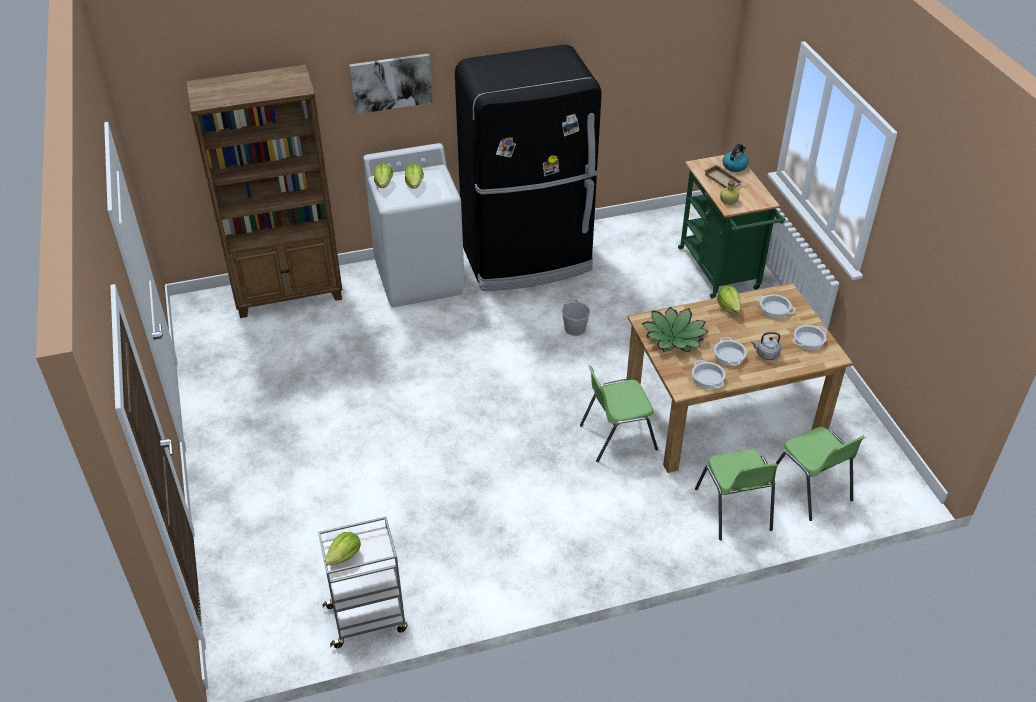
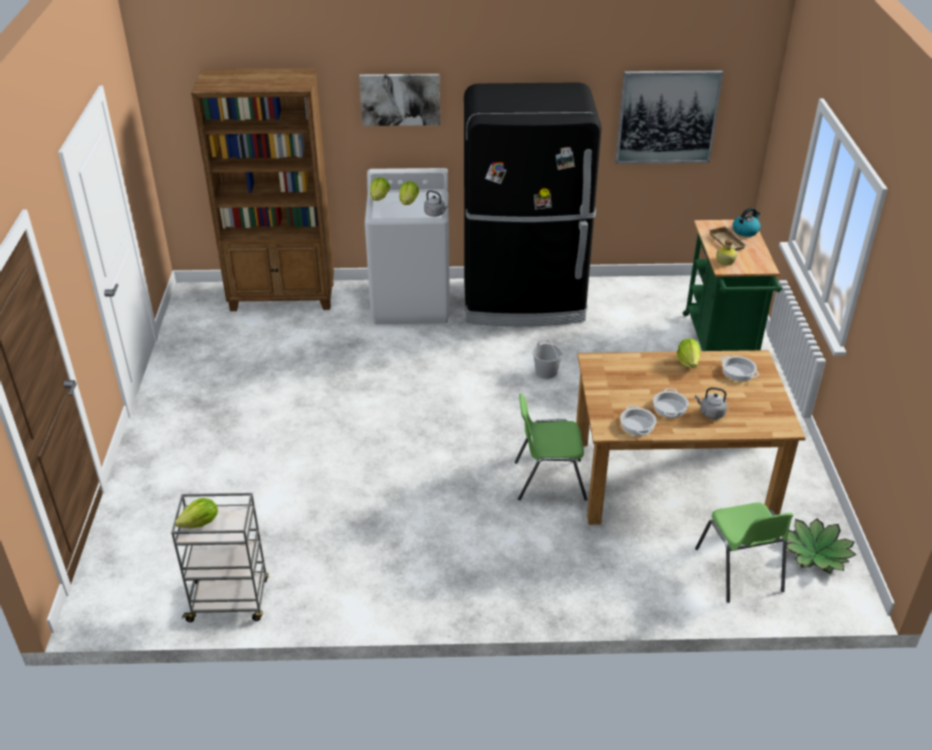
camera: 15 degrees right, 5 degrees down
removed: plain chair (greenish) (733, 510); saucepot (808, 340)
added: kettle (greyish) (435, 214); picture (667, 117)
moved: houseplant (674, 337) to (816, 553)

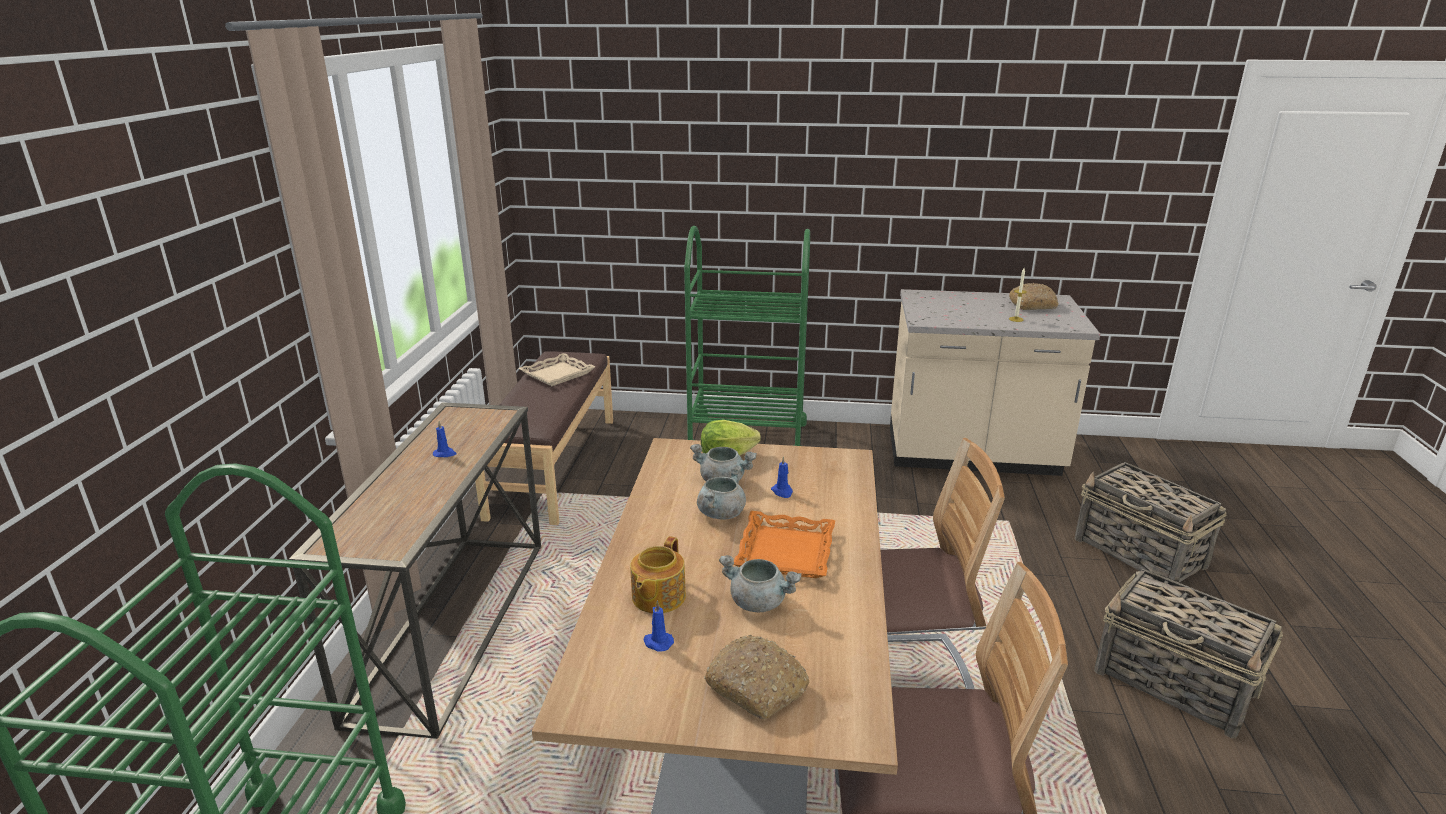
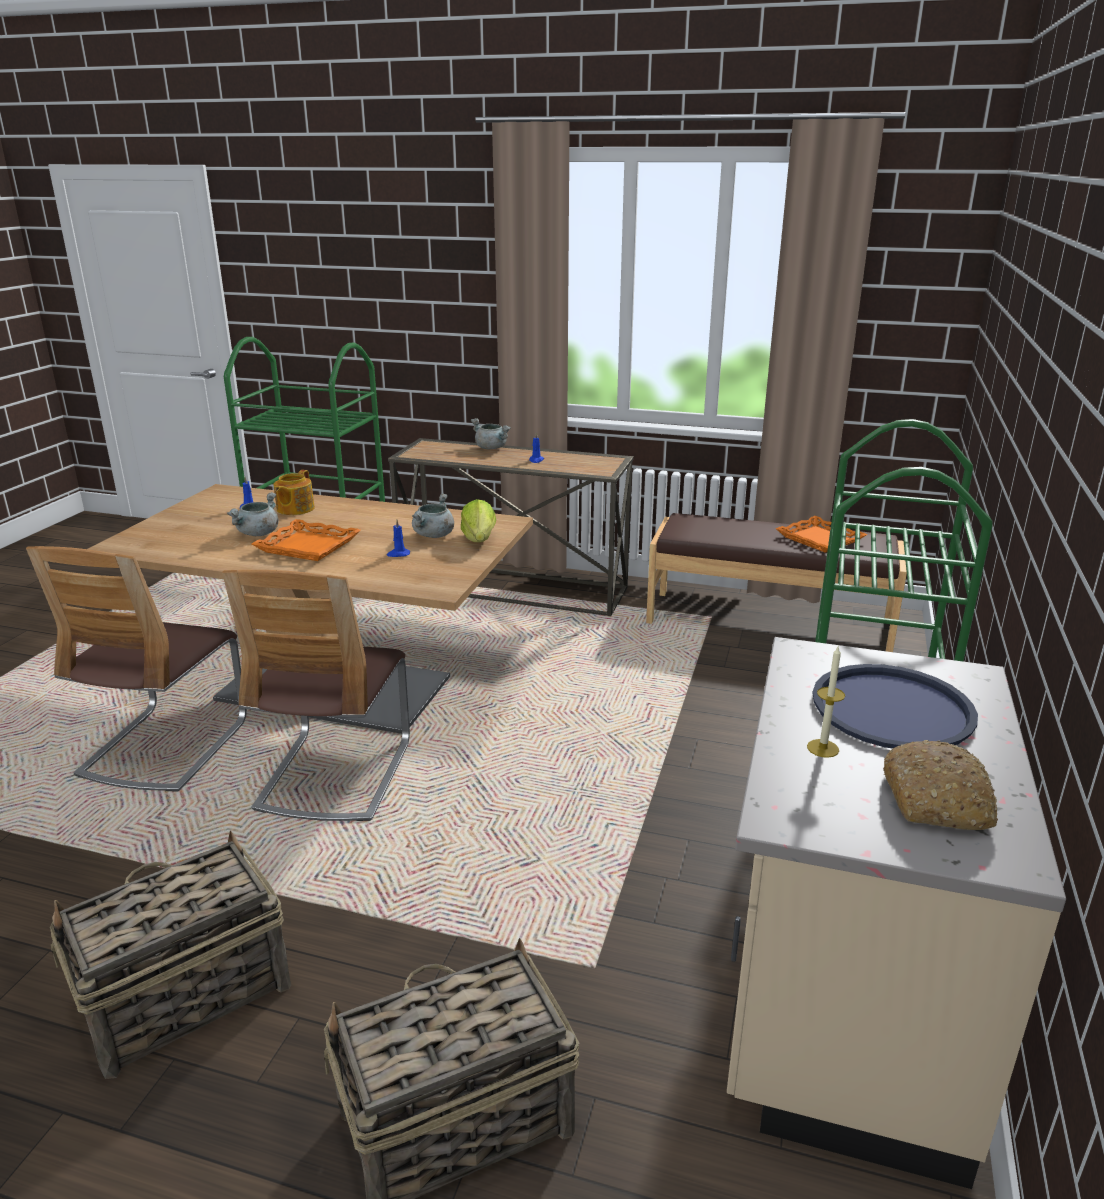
camera: 100 degrees right, 0 degrees up
removed: baked bread (758, 686)
added: carrying tray (blue) (892, 709)
moved: saucepot (greyish) (721, 513) to (492, 448)
recoloured: carrying tray (beige-coloured) (557, 374) to carrying tray (orange) (820, 539)
turned: tea pot (657, 597) = (294, 509) 105 degrees counterclockwise

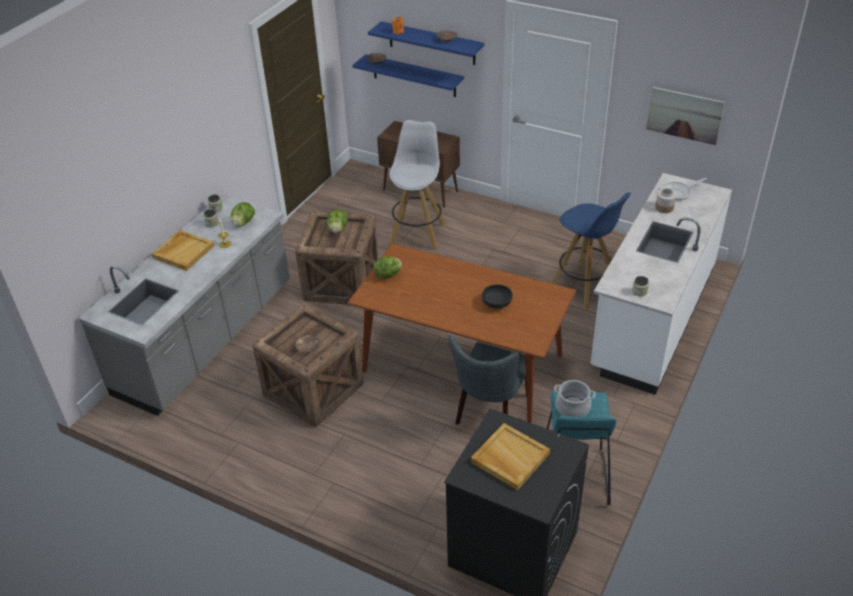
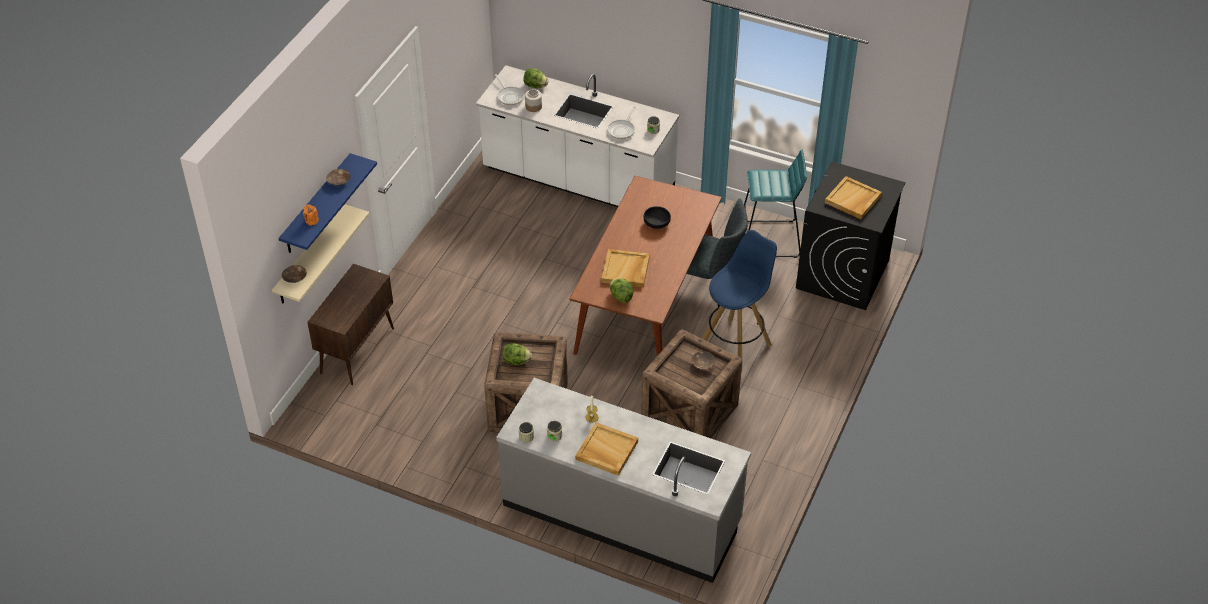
camera: 95 degrees left, 5 degrees up
removed: sitting stool (whitish) (417, 233); saucepot (572, 408); picture (684, 115)
added: carrying tray (beige-coloured) (626, 270); pan (622, 130)
moved: lettuce (243, 223) to (535, 86); sitting stool (blue) (584, 287) to (736, 344)
recoloured: shelf (blue) (414, 76) to shelf (beige-coloured) (309, 256)

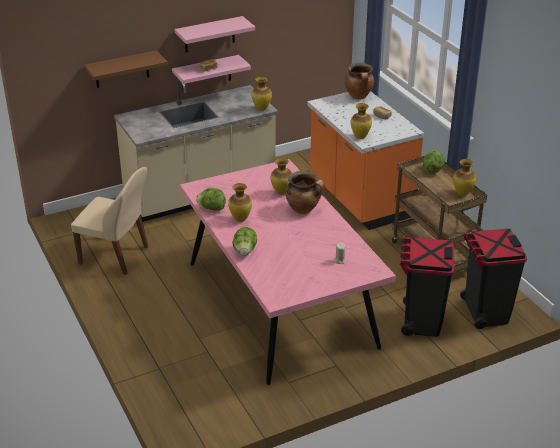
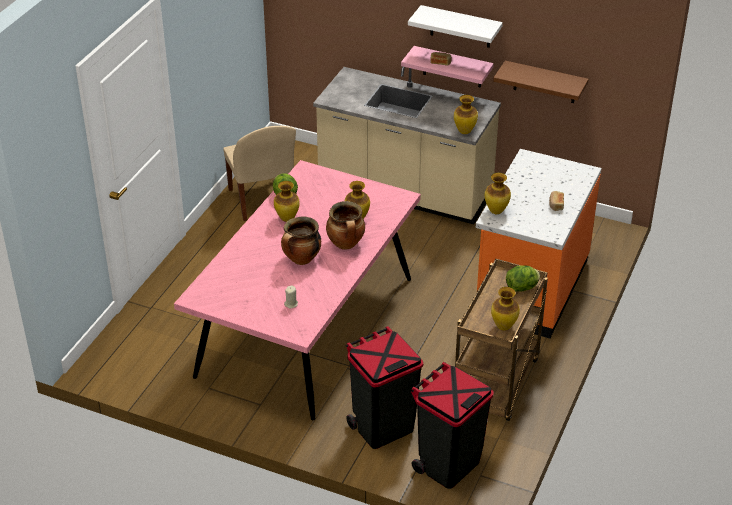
camera: 50 degrees right, 5 degrees up
removed: lettuce (245, 251)
moved: saucepot (359, 96) to (301, 260); shelf (brown) (122, 69) to (545, 82)
recoloured: shelf (pink) (209, 34) to shelf (whitish) (460, 27)

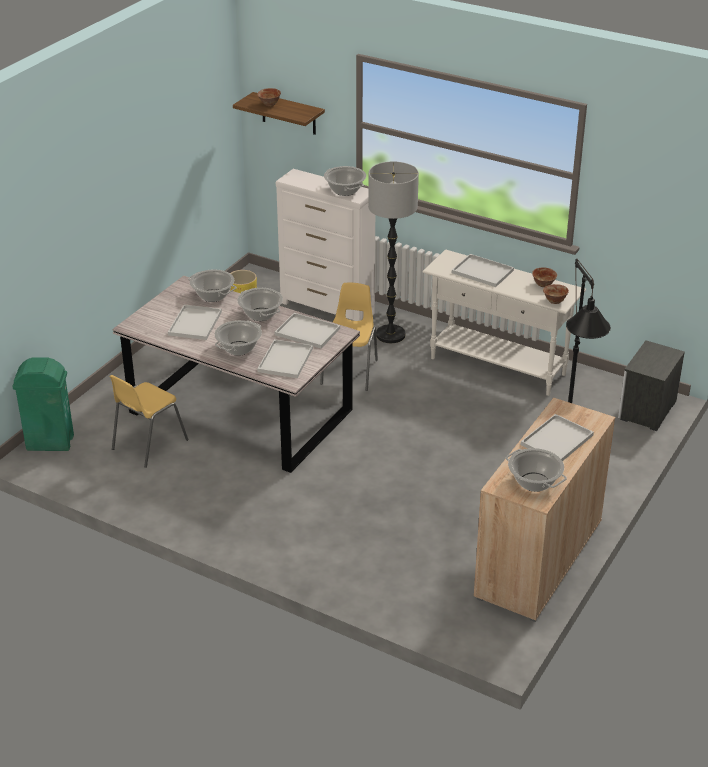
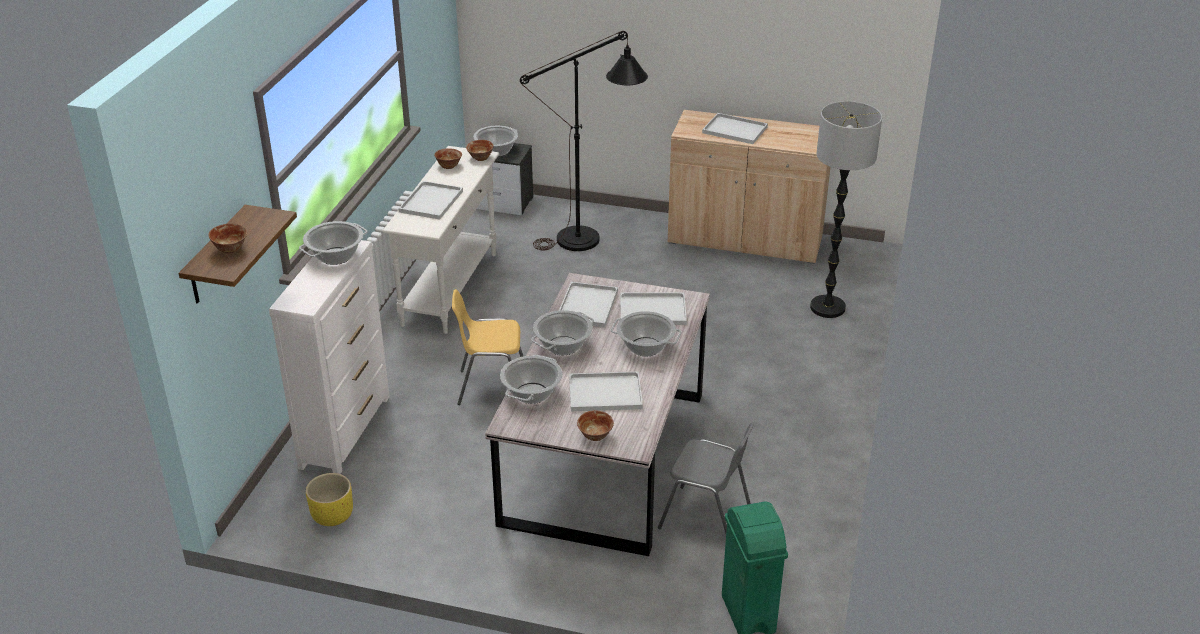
camera: 105 degrees left, 0 degrees up
added: deep dish (595, 436)
moved: saucepot (534, 482) to (496, 151); floor lamp (390, 335) to (827, 307)
recoloured: plain chair (yellowish) (148, 444) to plain chair (greyish) (706, 518)

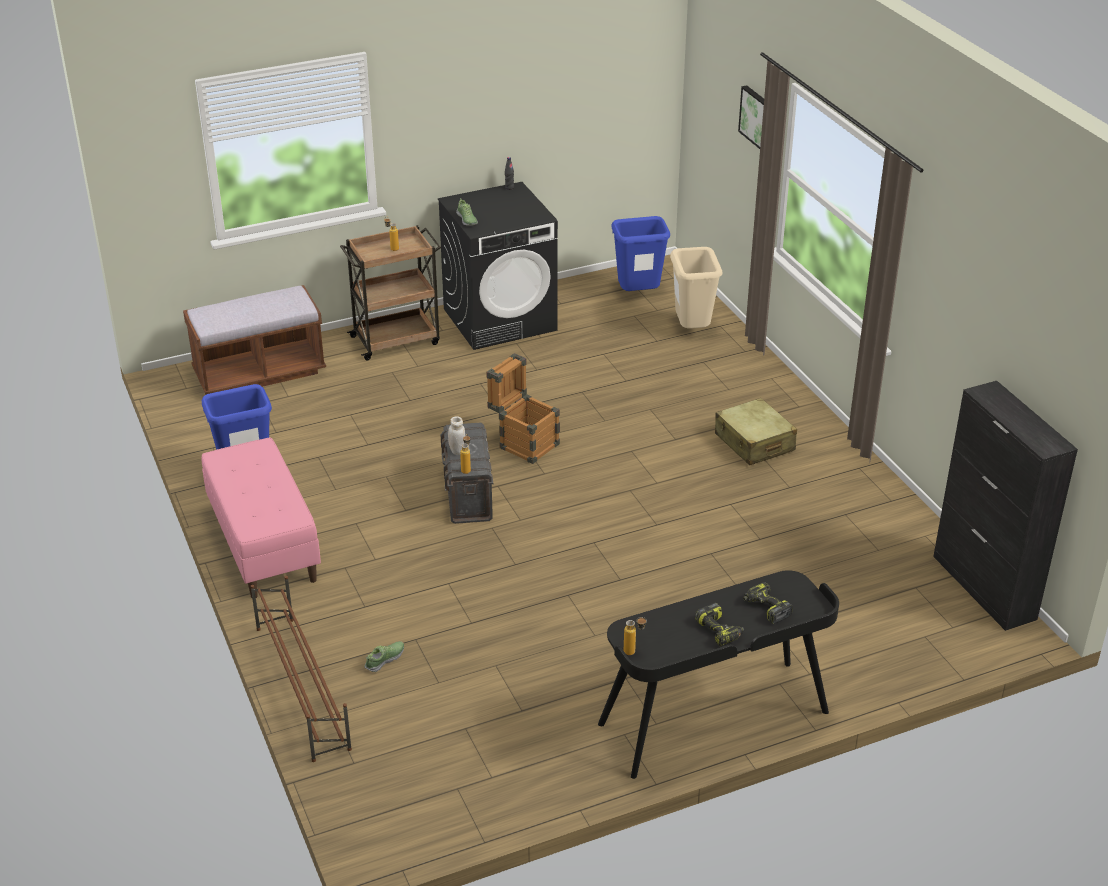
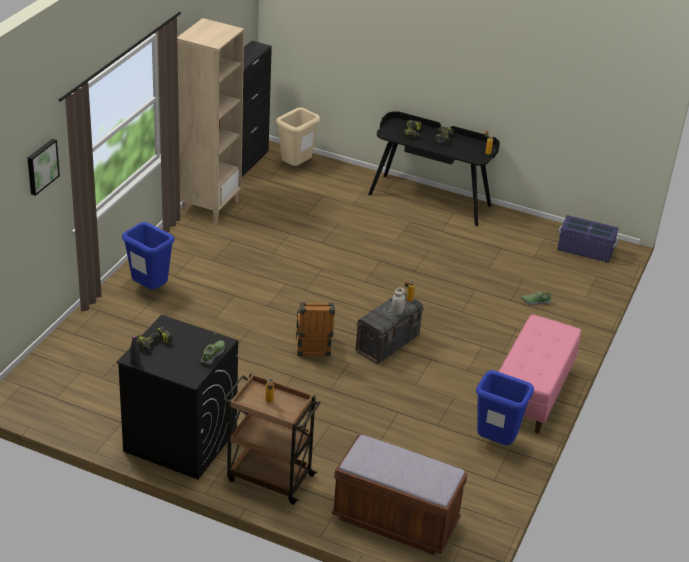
camera: 135 degrees left, 0 degrees up
removed: shoe rack (brown) (302, 686); piece of luggage (beige-coloured) (754, 443)
added: drill (154, 344); shelving unit (beige-coloured) (210, 207); storage box (purplish) (585, 250)
moved: trash can (blue) (638, 295) to (149, 289); trash can (beige-coloured) (692, 330) to (295, 167)

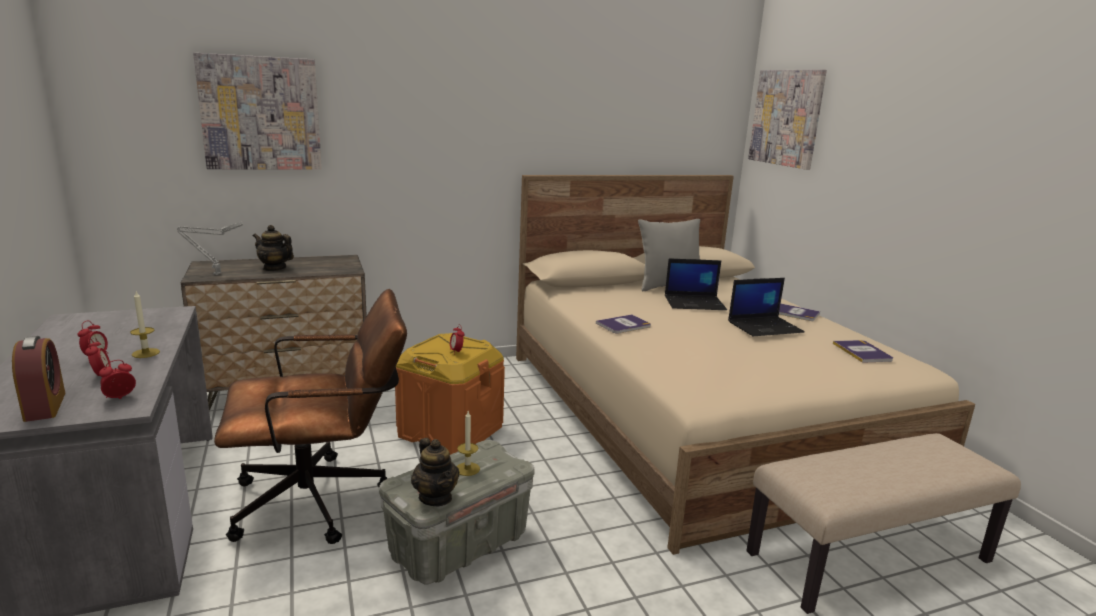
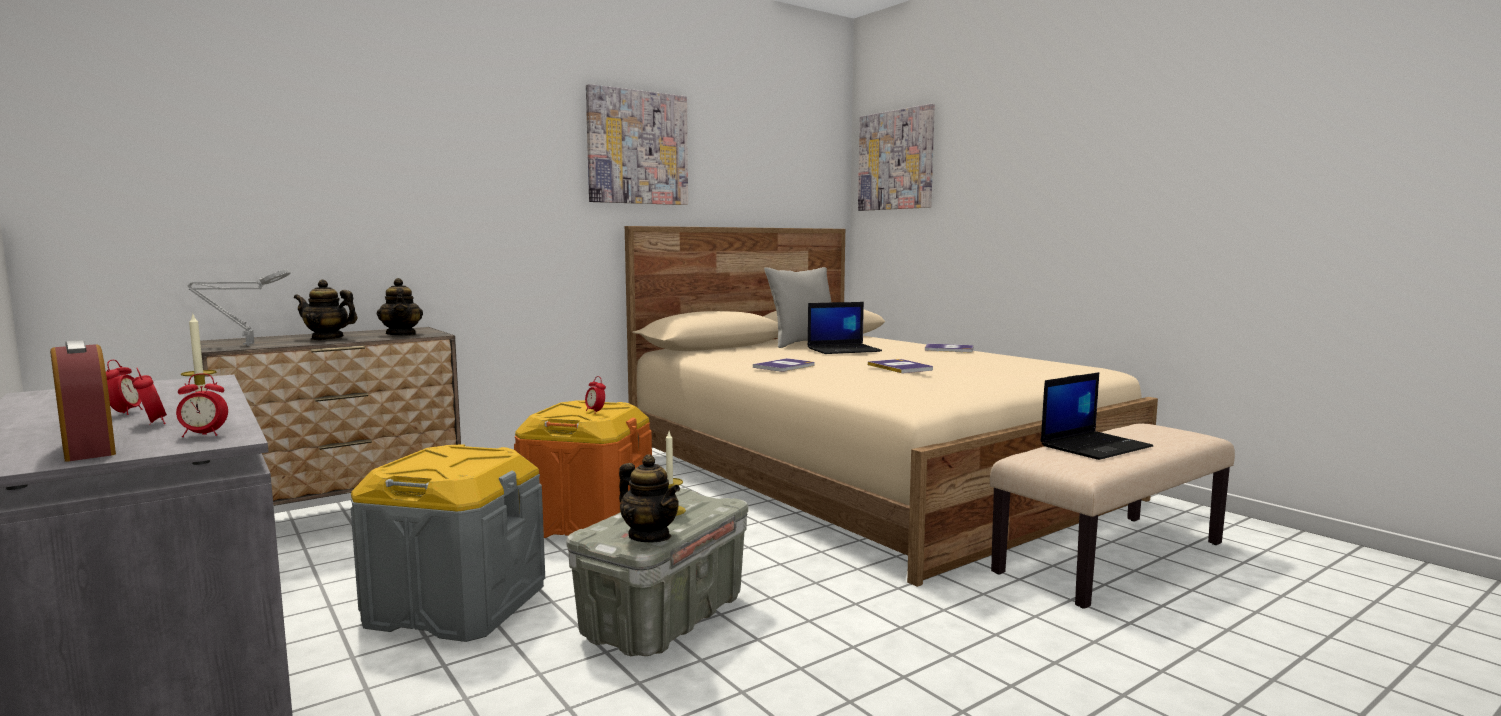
camera: 15 degrees left, 10 degrees down
added: tea pot (401, 334)
moved: picture (261, 113) to (637, 148); book (862, 352) to (900, 367); portable computer (765, 327) to (1095, 446)
replaced: office chair (brown) (324, 500) to storage box (greyish) (457, 605)
turned: bedside clock (120, 398) = (203, 435) 135 degrees counterclockwise

